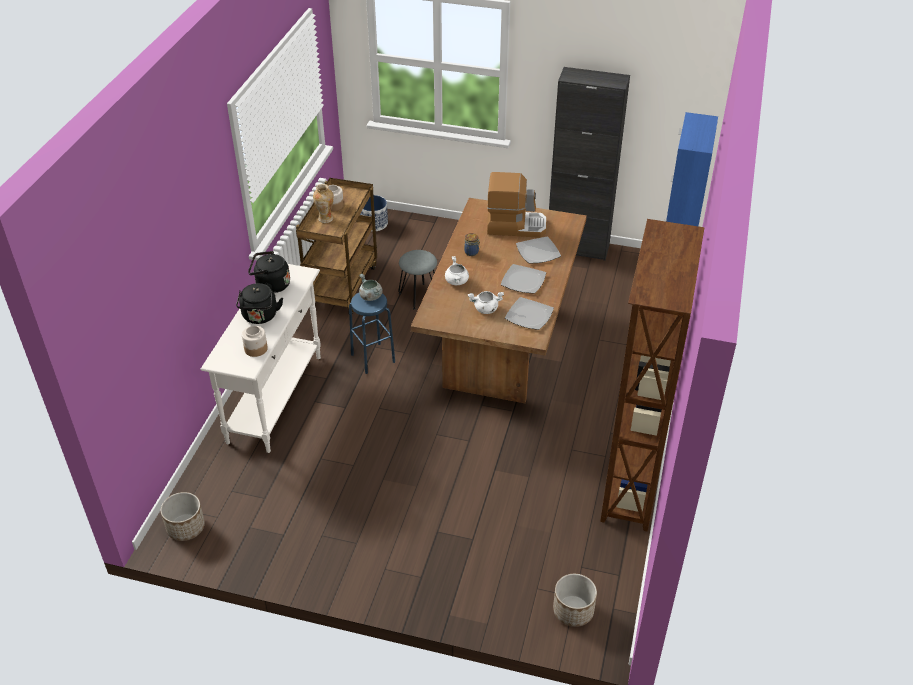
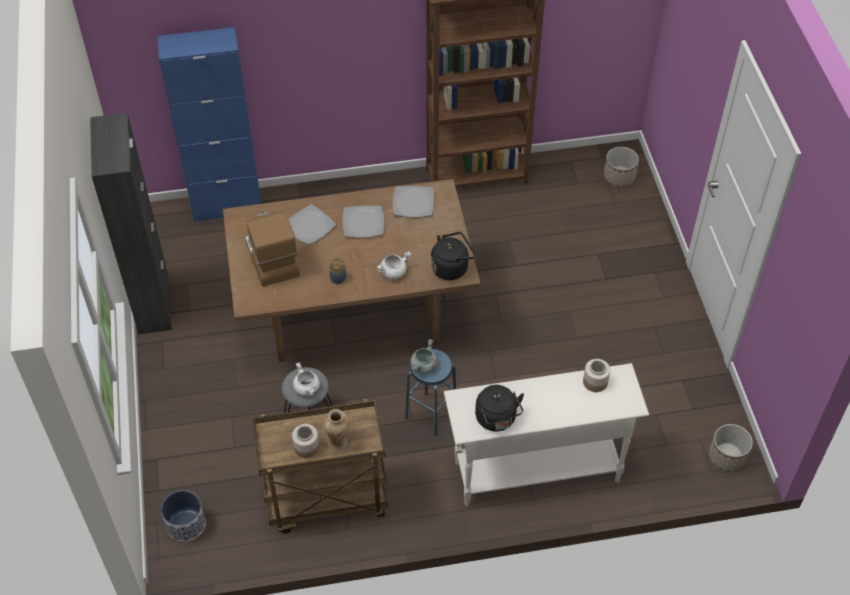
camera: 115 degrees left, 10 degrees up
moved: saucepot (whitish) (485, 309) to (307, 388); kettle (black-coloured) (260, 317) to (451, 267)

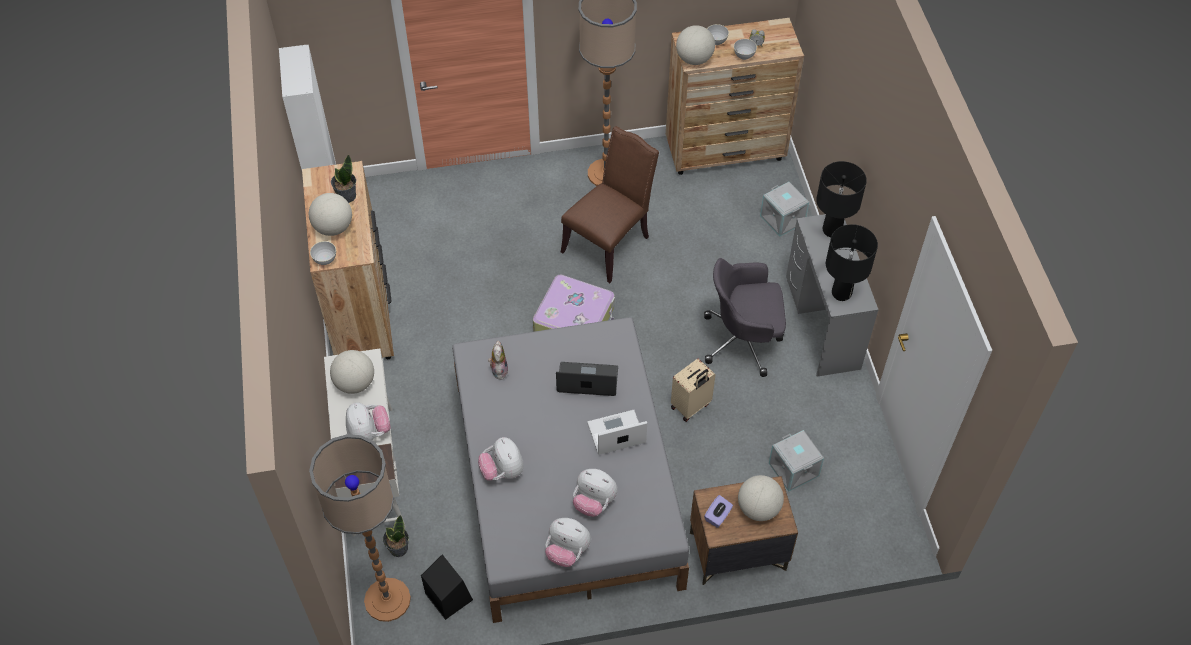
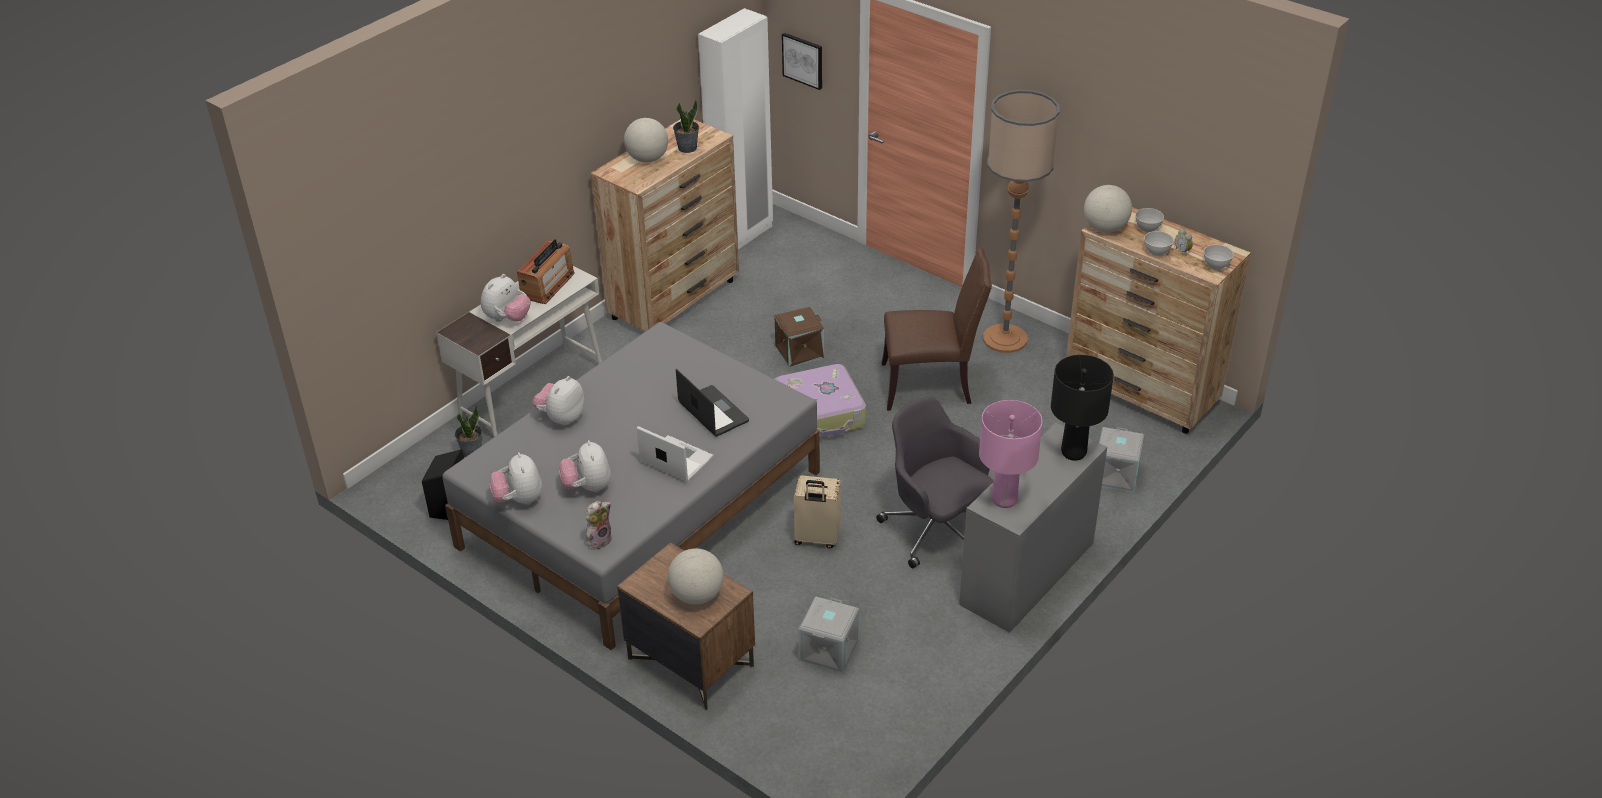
camera: 50 degrees right, 15 degrees down
removed: floor lamp (387, 599); tissue box (purplish) (718, 516)
added: storage box (brown) (799, 351); picture (803, 60)
moved: cuddly toy (498, 370) to (599, 540); deep dish (greyish) (325, 260) to (1216, 266)
replaced: world globe (355, 383) to radio set (548, 285)
recoloured: table lamp (black-coloured) (841, 293) to table lamp (pink) (1004, 499)

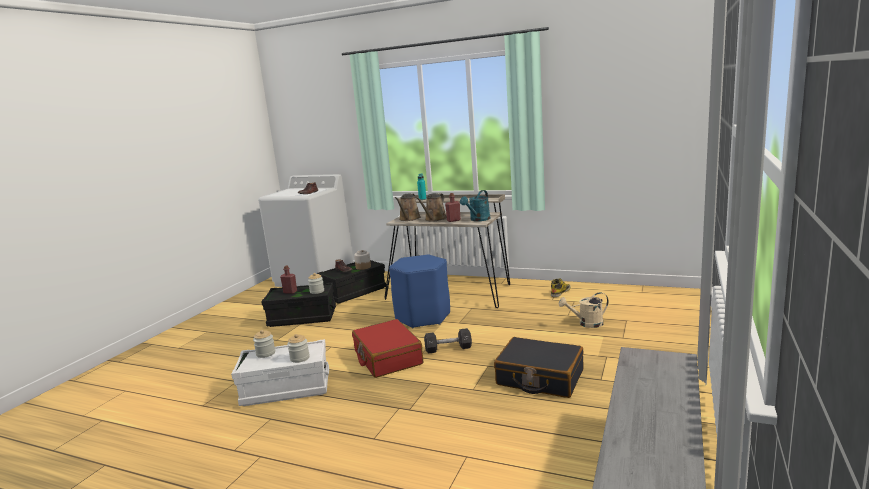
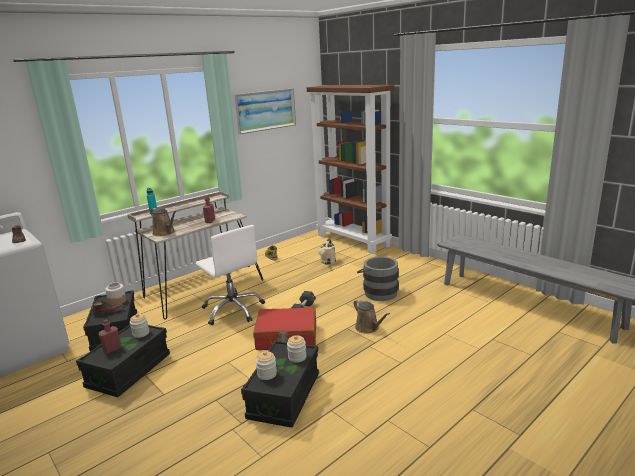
camera: 65 degrees left, 5 degrees up
removed: watering pot (turquoise-coloured) (478, 220)
added: picture (265, 110); shelving unit (brown) (353, 240)
moved: watering pot (brown) (434, 219) to (368, 328)
replaced: sitting stool (blue) (422, 317) to office chair (whitish) (233, 310); piece of luggage (black-coloured) (539, 378) to pail (greyish) (378, 292)
recoloured: storage box (whitish) (286, 389) to storage box (black-coloured) (284, 396)

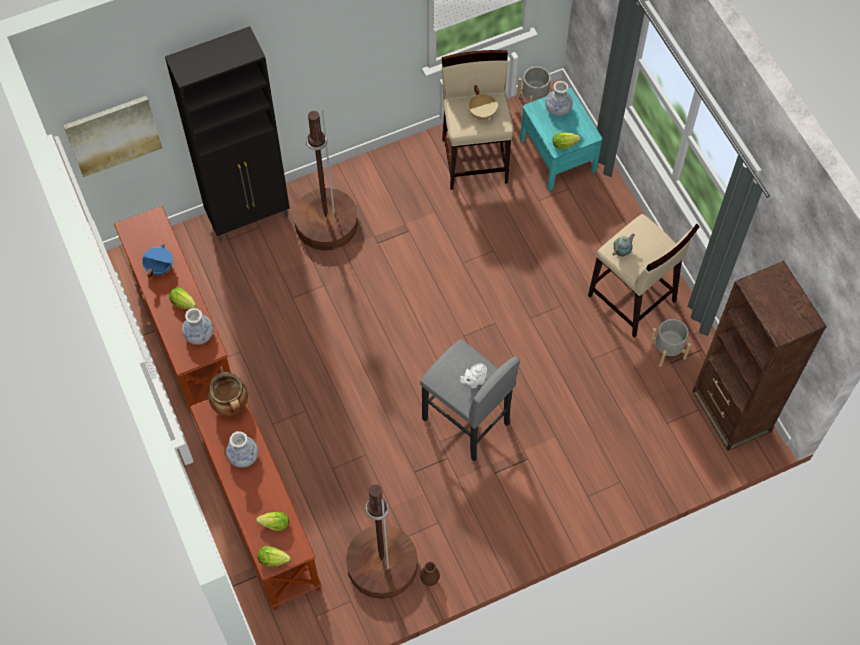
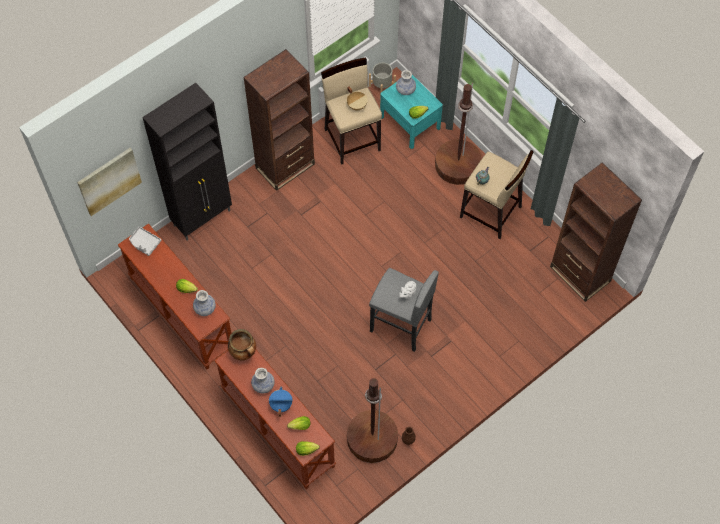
camera: 15 degrees left, 0 degrees up
removed: planter (greyish) (667, 350)
added: carrying tray (greyish) (145, 243); shelving unit (brown) (285, 166)
moved: saucepot (blue) (159, 267) to (280, 405); floor lamp (brown) (326, 224) to (457, 165)

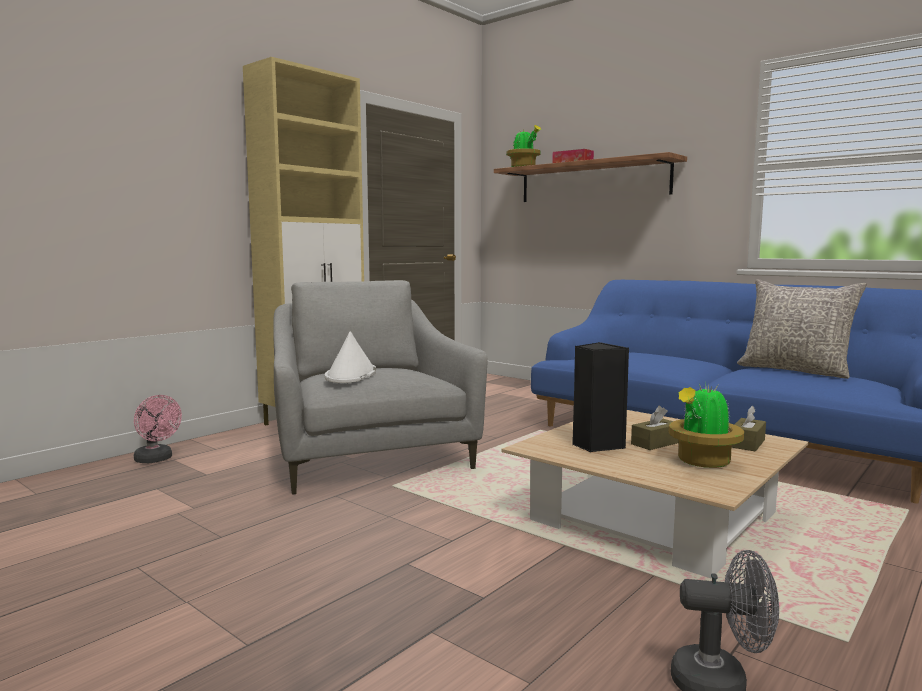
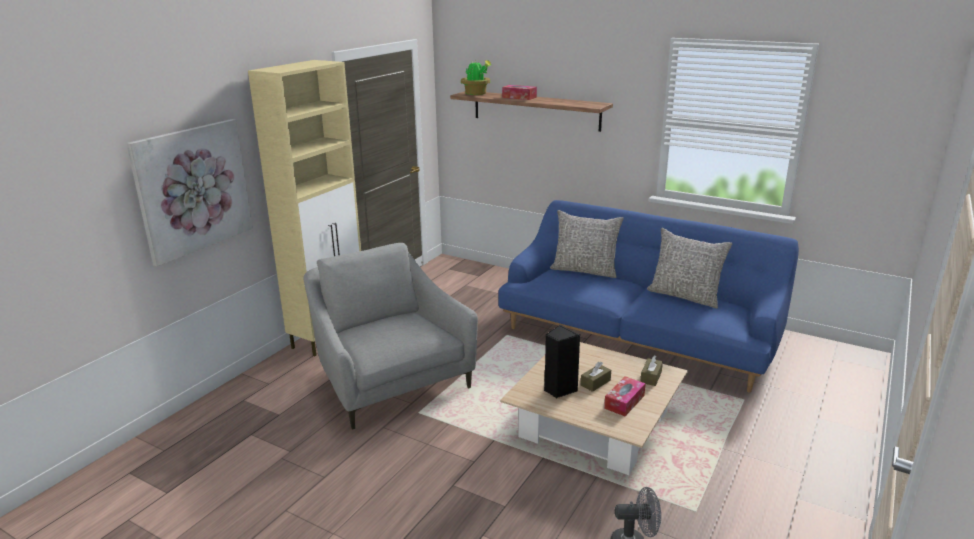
camera: 10 degrees left, 15 degrees up
removed: fan (pink) (156, 459); wearable hat (whitish) (351, 375)
added: picture (193, 189); pillow (greyish) (584, 270)
replaced: houseplant (702, 462) to tissue box (624, 402)

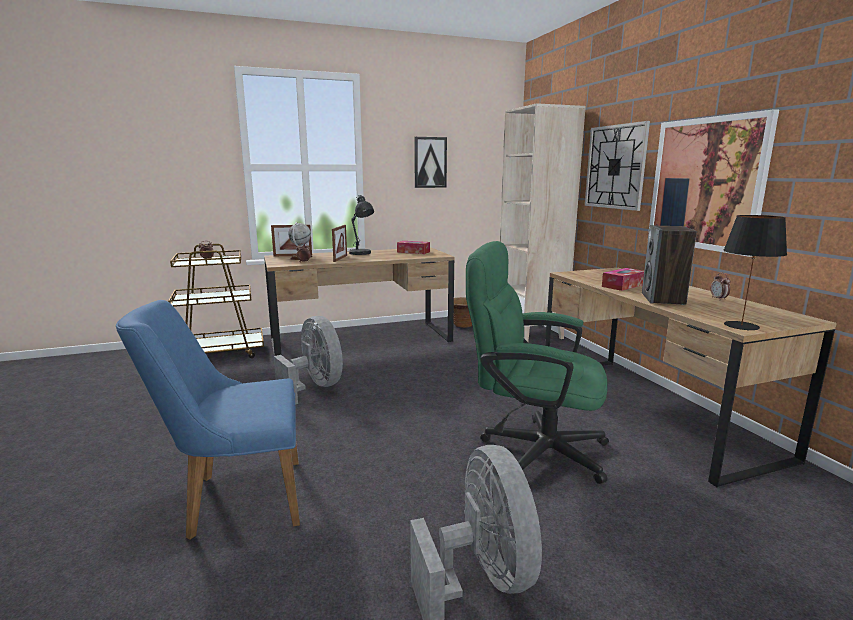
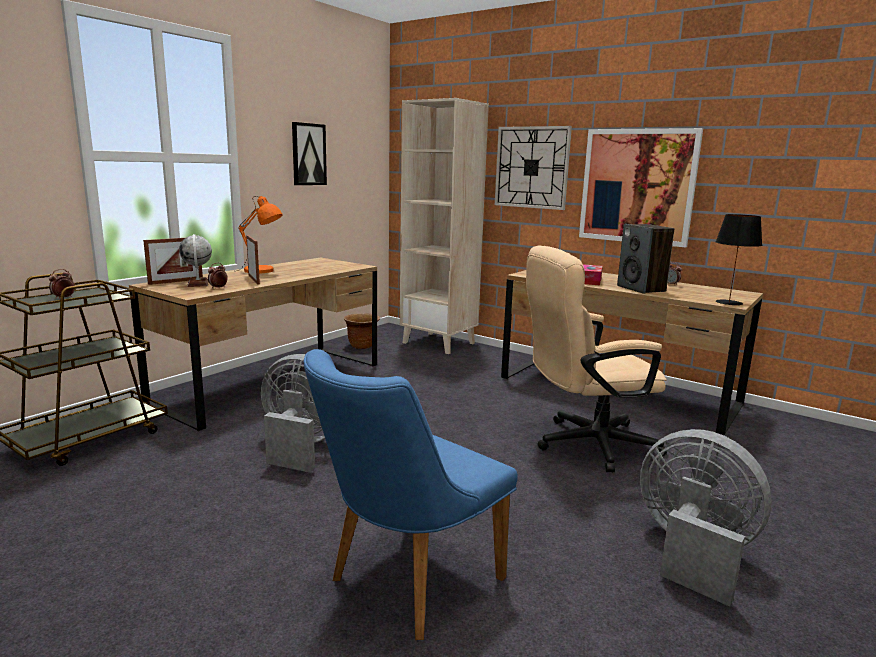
camera: 35 degrees left, 0 degrees up
removed: tissue box (413, 252)
recoloured: table lamp (greyish) (361, 253) to table lamp (orange) (262, 271); office chair (greenish) (532, 448) to office chair (beige-coloured) (585, 444)

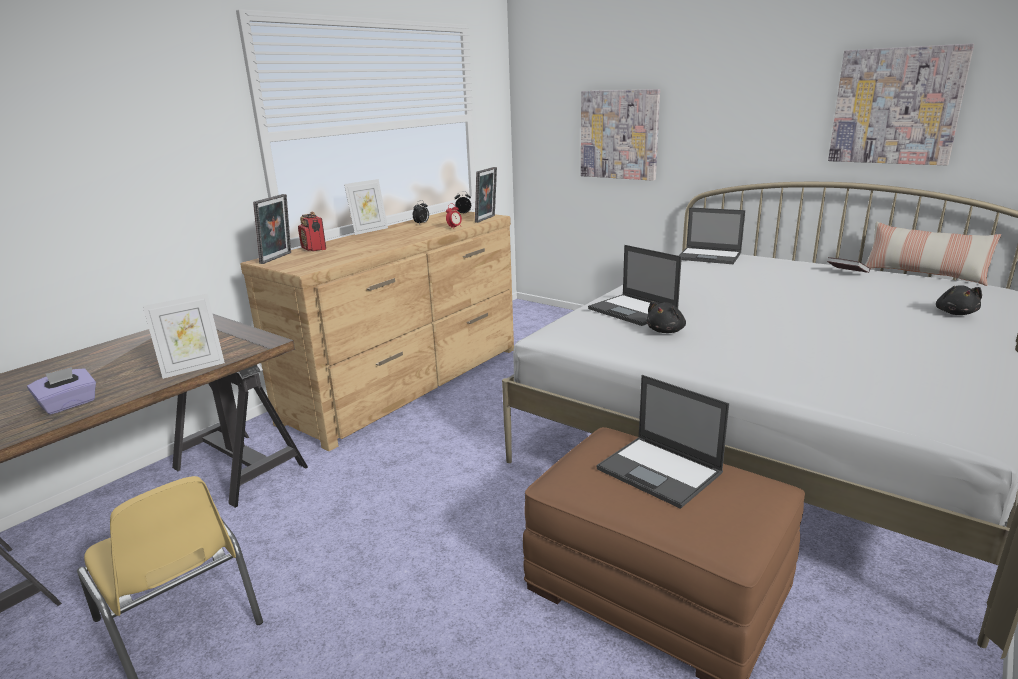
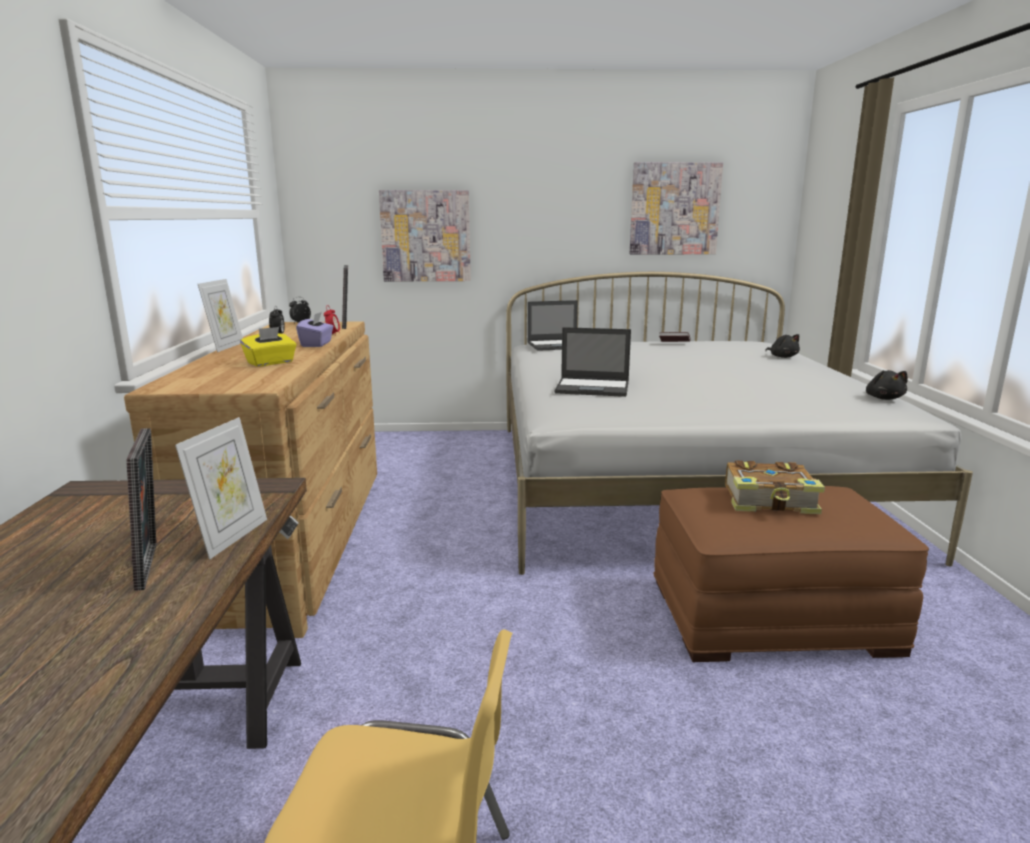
camera: 40 degrees left, 5 degrees down
removed: radio set (314, 249); pillow (923, 274)
added: tissue box (yellowish) (271, 363)
moved: standing frame (278, 258) to (153, 565); tissue box (purplish) (69, 404) to (317, 344); cuddly toy (black-coloured) (666, 331) to (884, 398)
replaced: portable computer (660, 471) to book (771, 501)

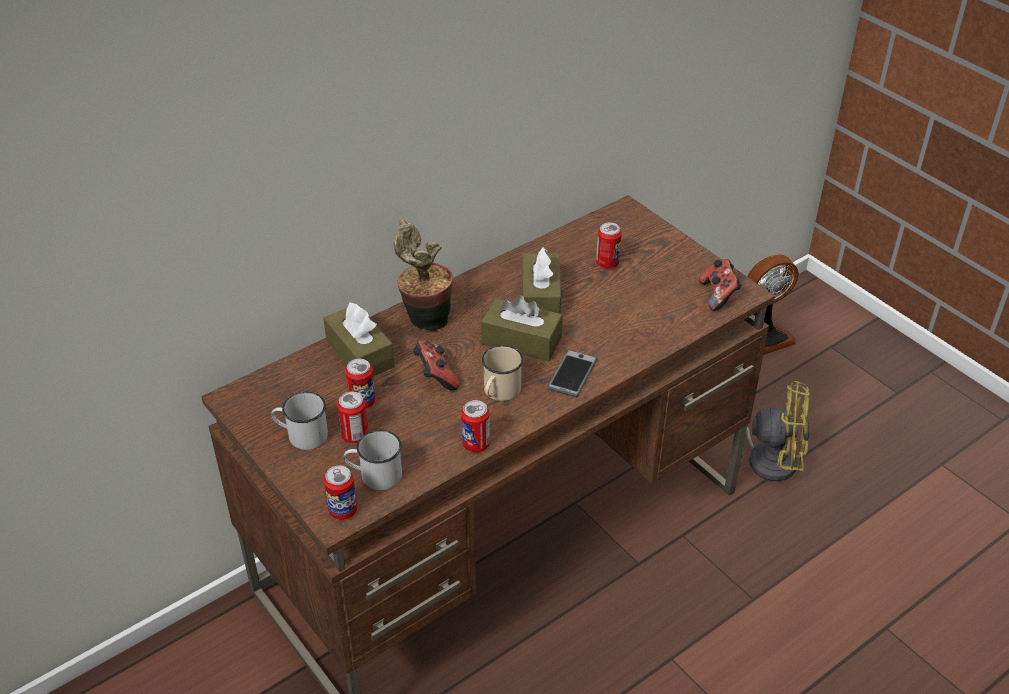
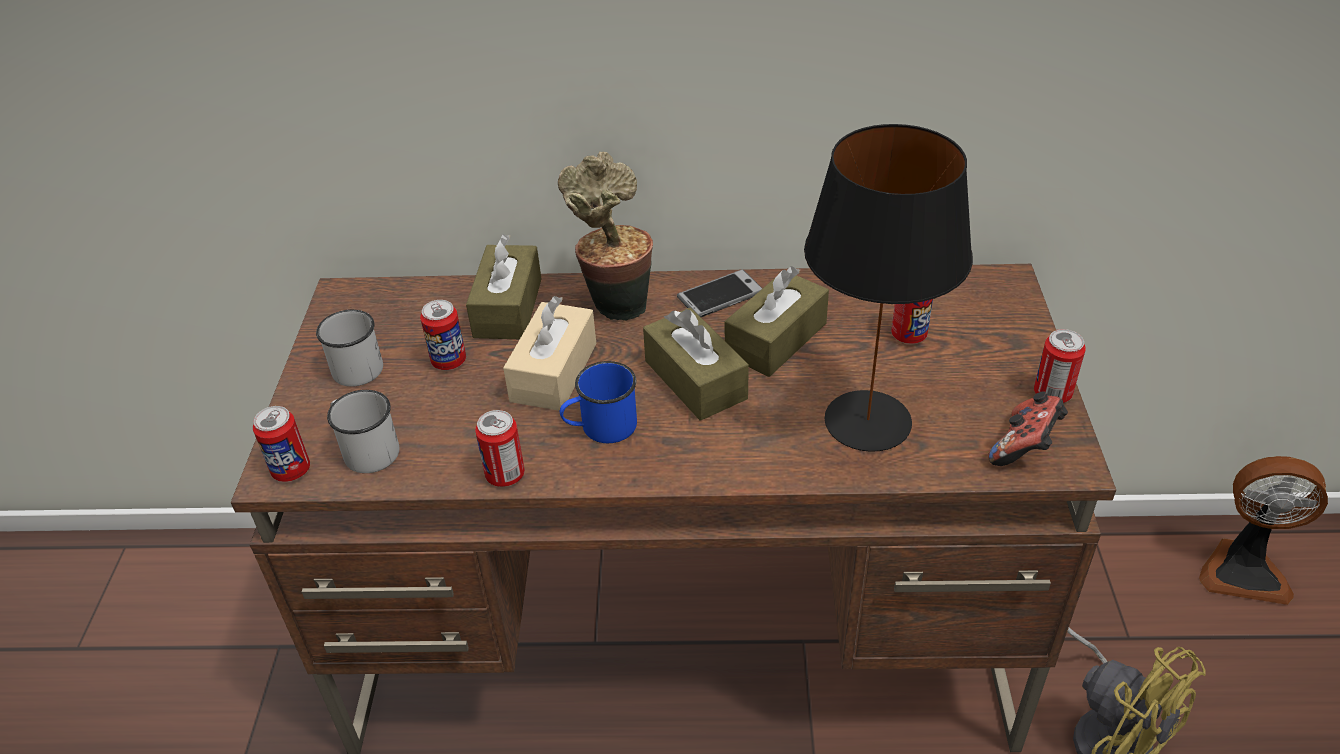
camera: 40 degrees right, 0 degrees up
added: table lamp (black-coloured) (869, 422)
moved: telephone (572, 374) to (720, 295); can (355, 436) to (1052, 394)
replaced: gamepad (435, 376) to tissue box (beige-coloured) (554, 372)
recoloured: tea mug (beige-coloured) (499, 392) to tea mug (blue) (600, 428)

